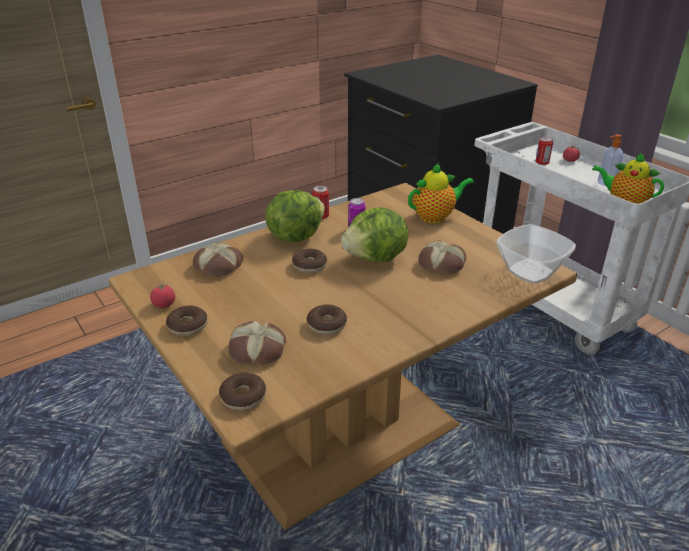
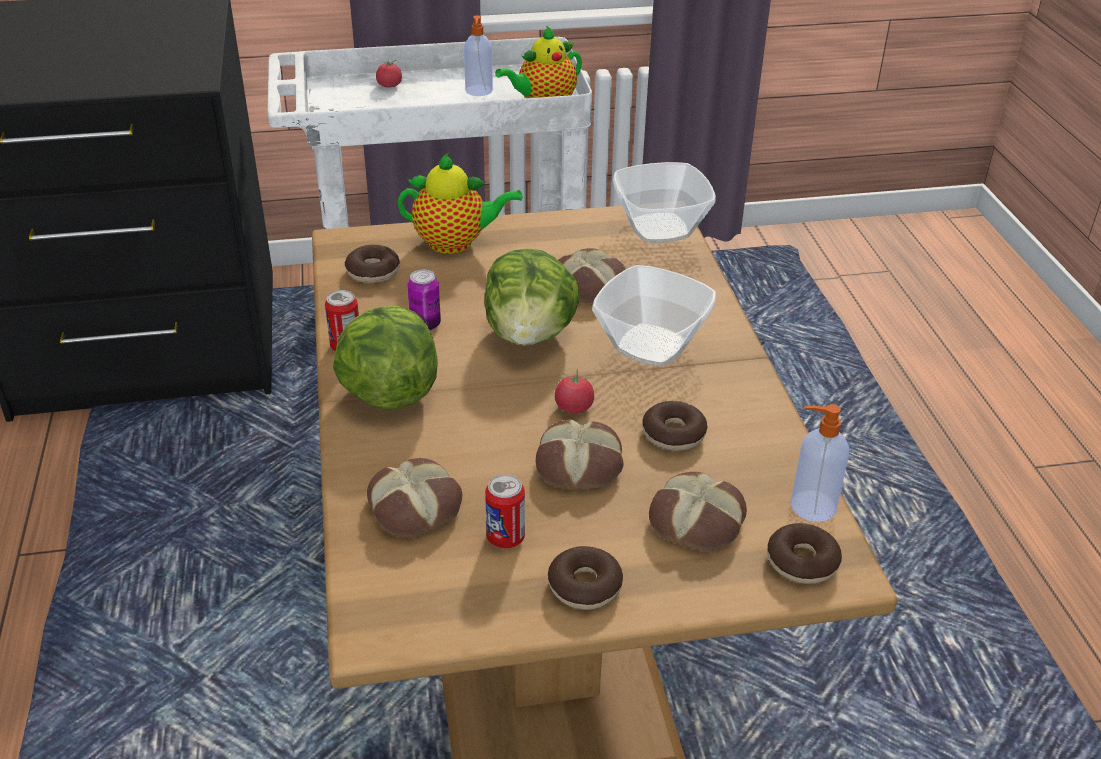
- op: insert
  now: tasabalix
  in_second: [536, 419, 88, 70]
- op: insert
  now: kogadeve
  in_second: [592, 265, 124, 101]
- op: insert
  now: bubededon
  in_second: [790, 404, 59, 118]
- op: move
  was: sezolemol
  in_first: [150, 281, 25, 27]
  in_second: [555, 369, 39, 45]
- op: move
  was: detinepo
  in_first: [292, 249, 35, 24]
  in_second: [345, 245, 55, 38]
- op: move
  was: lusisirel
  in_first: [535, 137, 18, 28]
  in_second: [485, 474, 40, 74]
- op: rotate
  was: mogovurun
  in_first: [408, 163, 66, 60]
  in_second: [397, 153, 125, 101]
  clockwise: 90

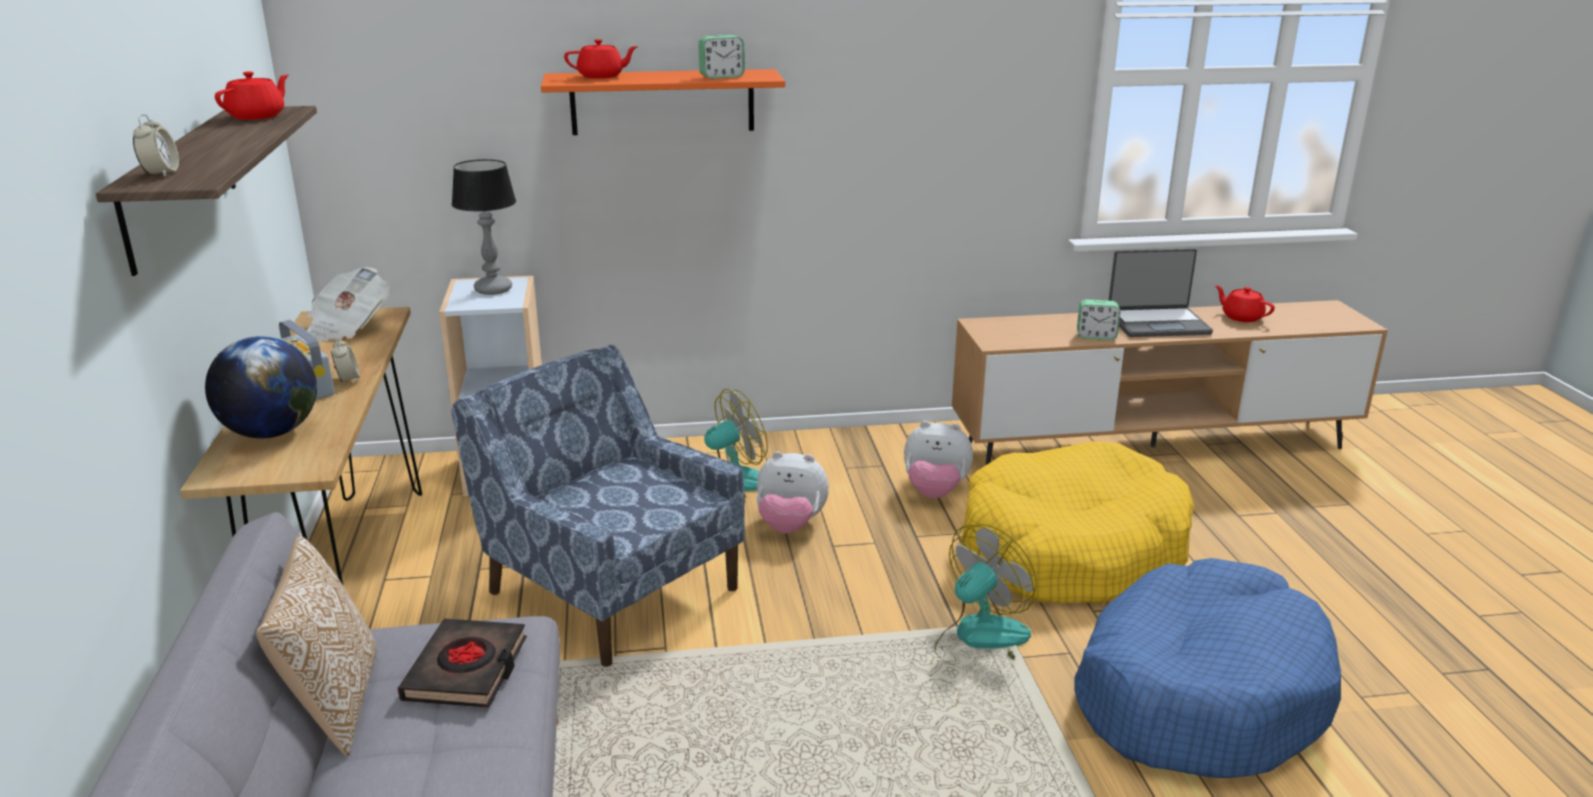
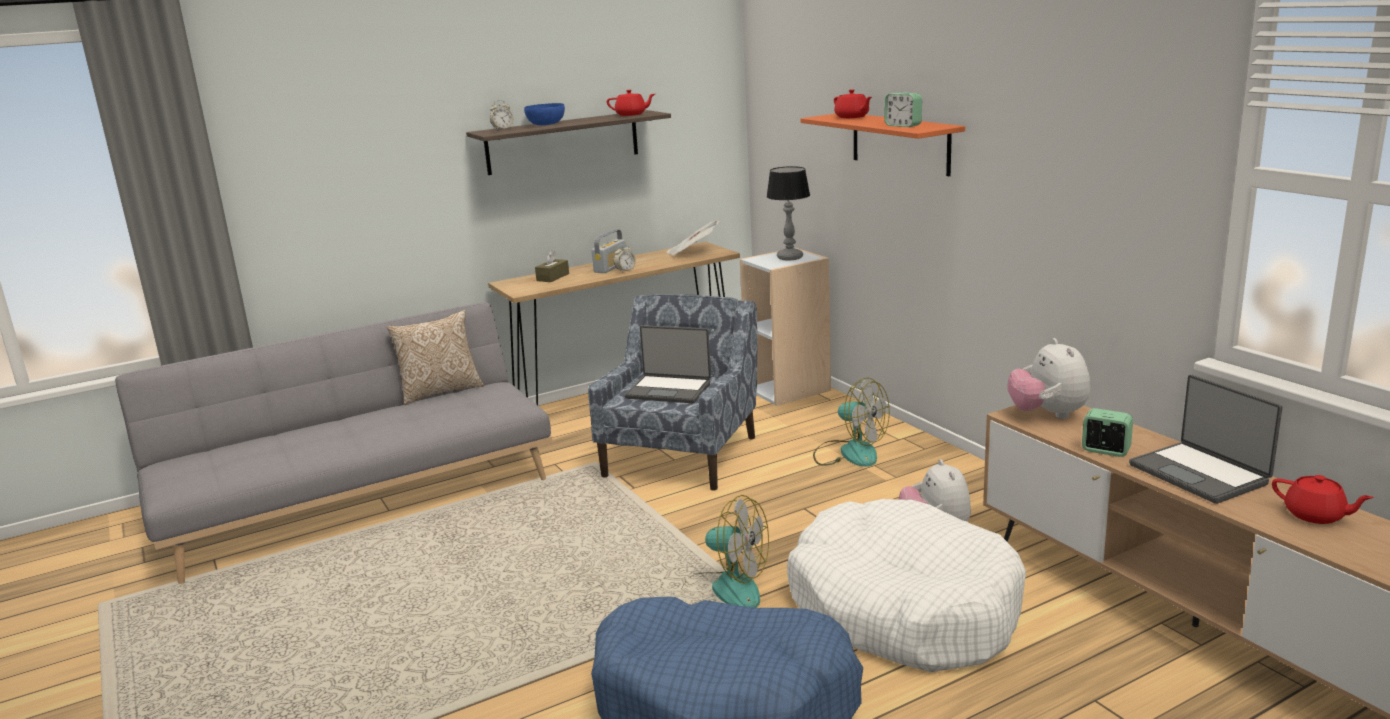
- op: delete
  was: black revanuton
  in_first: [398, 619, 129, 89]
- op: insert
  now: blue kogadeve
  in_second: [524, 103, 41, 22]
- op: insert
  now: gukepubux
  in_second: [625, 325, 86, 78]
- op: move
  was: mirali
  in_first: [757, 451, 72, 83]
  in_second: [1007, 338, 83, 81]
- op: replace
  was: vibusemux
  now: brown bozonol
  in_first: [205, 336, 112, 102]
  in_second: [535, 250, 34, 32]
- op: recolor
  was: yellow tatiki
  now: white tatiki
  in_first: [961, 441, 233, 163]
  in_second: [787, 499, 239, 173]
- op: rotate
  was: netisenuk
  in_first: [1077, 299, 43, 41]
  in_second: [1082, 408, 51, 49]
  clockwise: 135
- op: rotate
  was: red mogovurun
  in_first: [1215, 285, 60, 37]
  in_second: [1272, 475, 102, 49]
  clockwise: 105

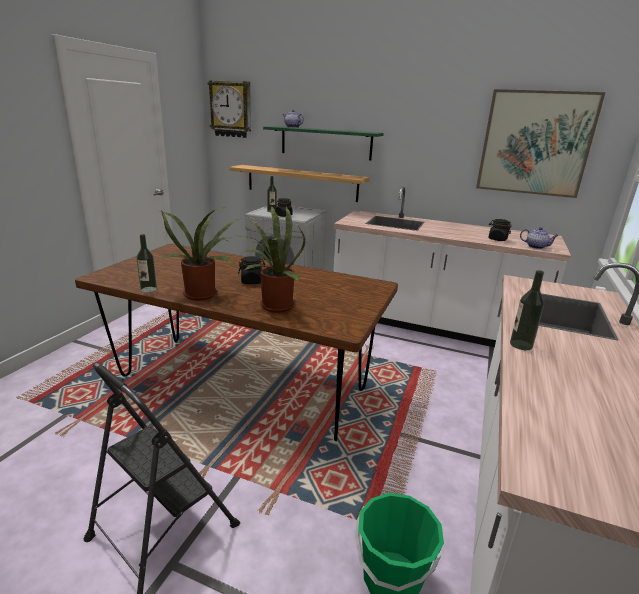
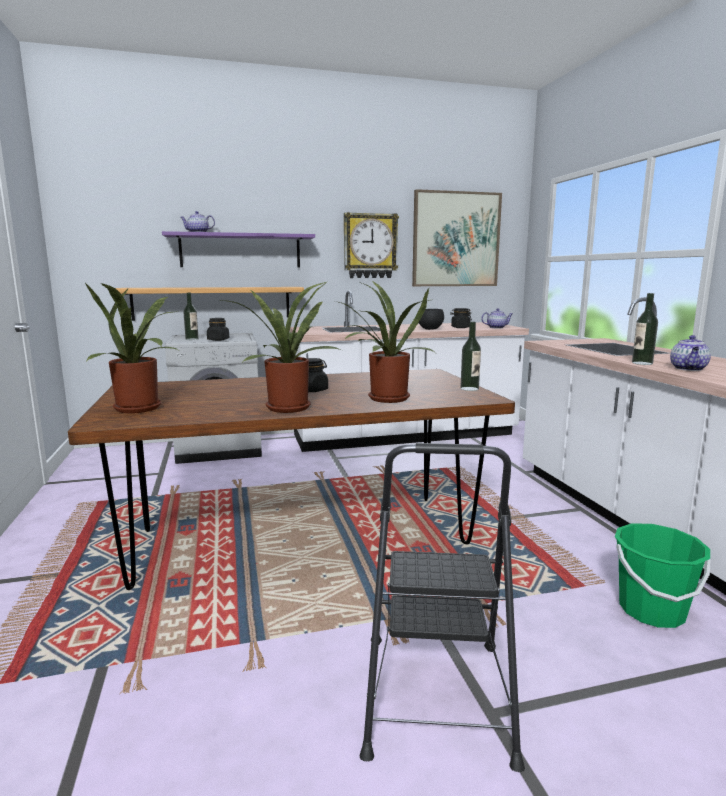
- op: insert
  now: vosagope
  in_second: [85, 283, 95, 130]
- op: insert
  now: black kogadeve
  in_second: [417, 309, 27, 21]
- op: insert
  now: mogovurun
  in_second: [670, 335, 41, 36]
- op: move
  was: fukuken
  in_first: [137, 234, 20, 59]
  in_second: [460, 322, 21, 69]
- op: move
  was: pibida
  in_first: [208, 80, 43, 58]
  in_second: [344, 212, 55, 66]
- op: recolor
  was: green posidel
  now: purple posidel
  in_first: [263, 126, 121, 35]
  in_second: [162, 231, 153, 37]

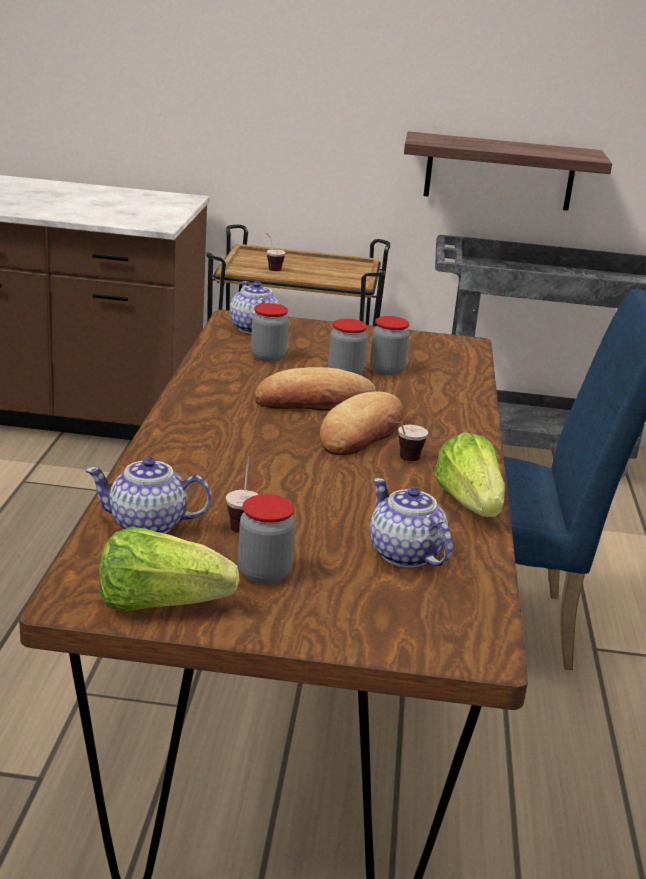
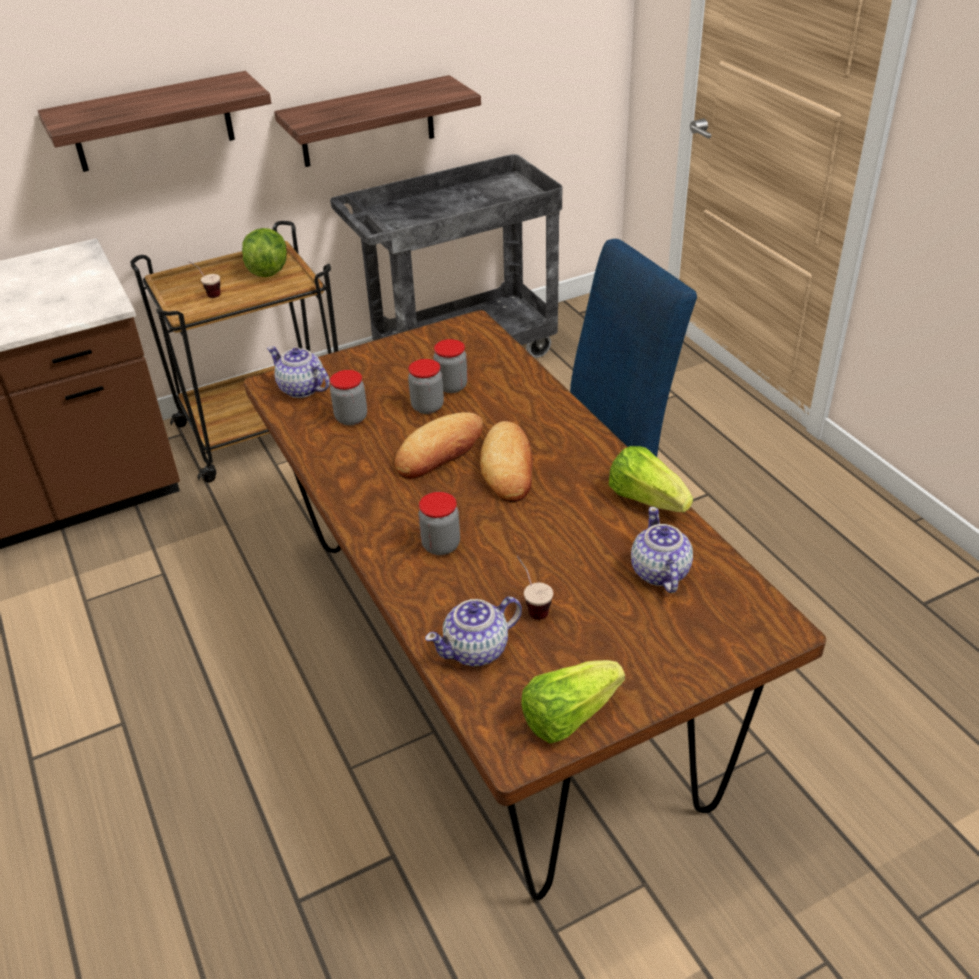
- op: delete
  was: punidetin
  in_first: [389, 422, 39, 39]
- op: insert
  now: posidel
  in_second: [38, 71, 233, 101]
- op: insert
  now: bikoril
  in_second: [242, 228, 45, 49]
- op: move
  was: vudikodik
  in_first: [238, 494, 57, 90]
  in_second: [419, 492, 41, 63]
- op: rotate
  was: mogovurun
  in_first: [370, 478, 83, 90]
  in_second: [631, 507, 62, 86]
  clockwise: 60

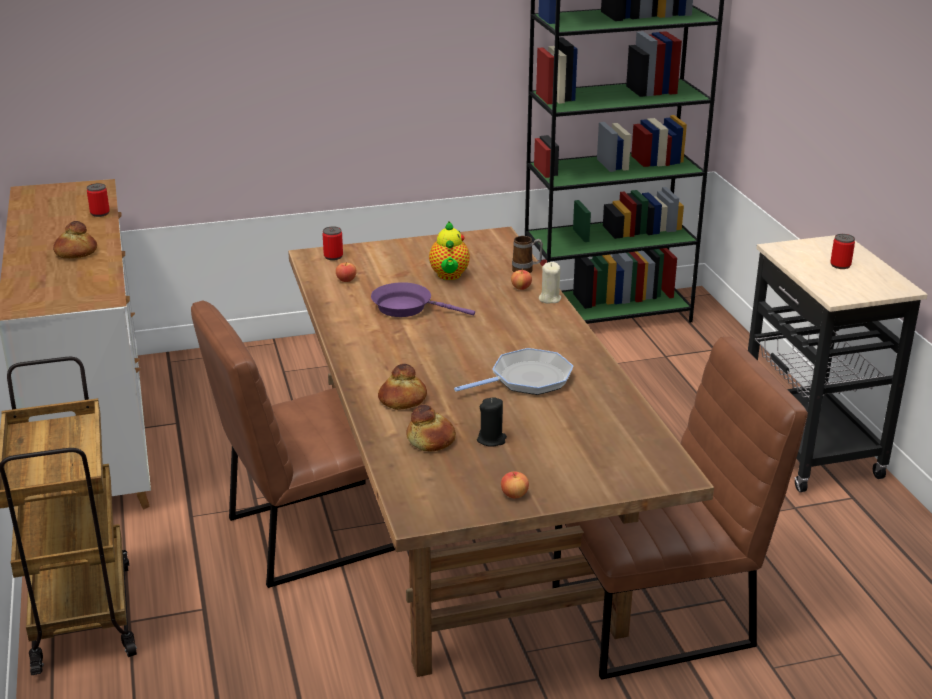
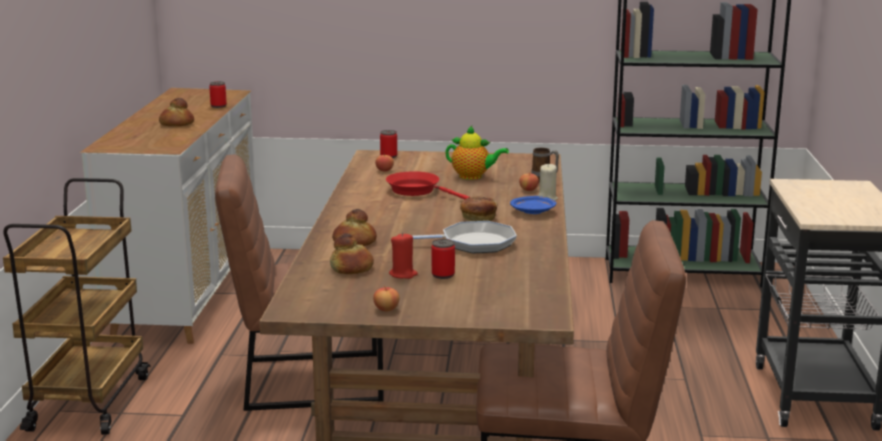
- op: insert
  now: tasabalix
  in_second: [460, 196, 38, 26]
- op: insert
  now: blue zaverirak
  in_second: [510, 196, 46, 18]
- op: move
  was: lusisirel
  in_first: [830, 234, 25, 35]
  in_second: [432, 239, 23, 40]
- op: recolor
  was: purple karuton
  now: red karuton
  in_first: [371, 282, 104, 35]
  in_second: [386, 172, 84, 28]
- op: recolor
  was: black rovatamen
  now: red rovatamen
  in_first: [477, 397, 30, 50]
  in_second: [389, 233, 29, 46]
- op: rotate
  was: mogovurun
  in_first: [429, 222, 41, 58]
  in_second: [445, 126, 64, 54]
  clockwise: -90

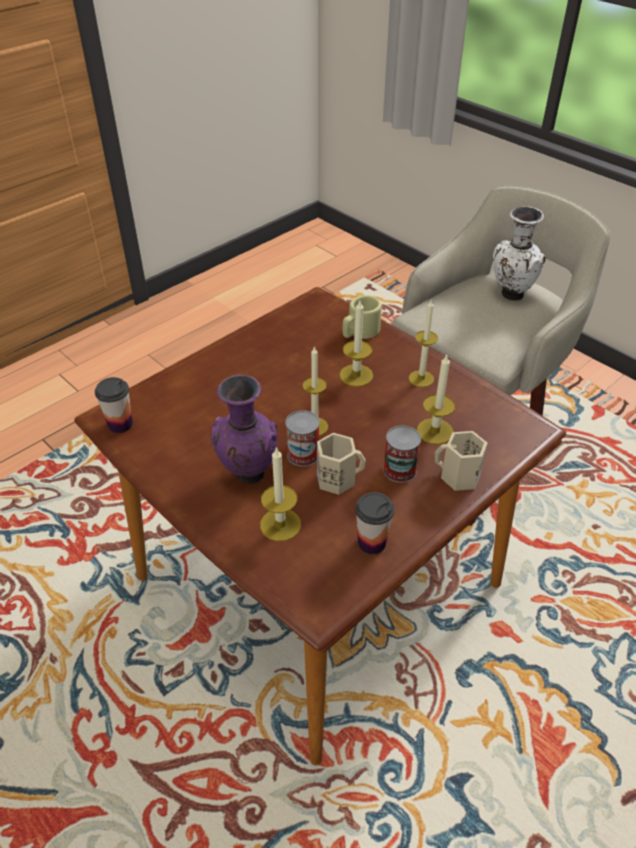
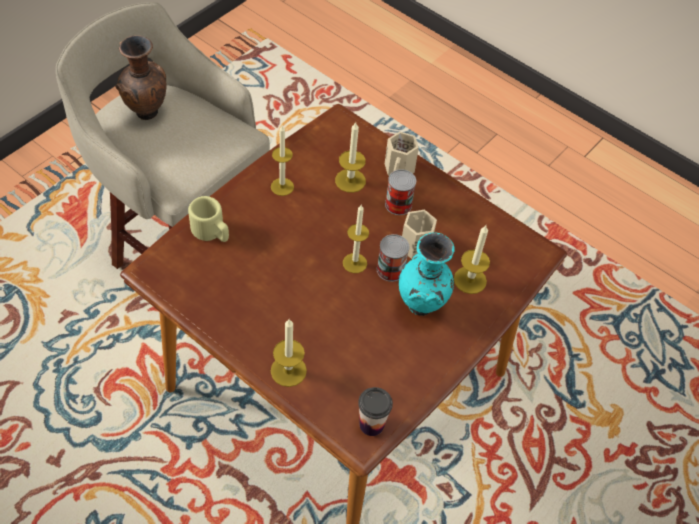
- op: delete
  was: punidetin
  in_first: [355, 492, 39, 62]
- op: move
  was: rovatamen
  in_first: [339, 301, 34, 86]
  in_second: [271, 319, 36, 68]
- op: recolor
  was: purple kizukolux
  now: turquoise kizukolux
  in_first: [211, 375, 67, 109]
  in_second: [399, 233, 56, 83]
- op: recolor
  was: white kizukolux
  now: brown kizukolux
  in_first: [493, 206, 52, 94]
  in_second: [115, 35, 51, 85]

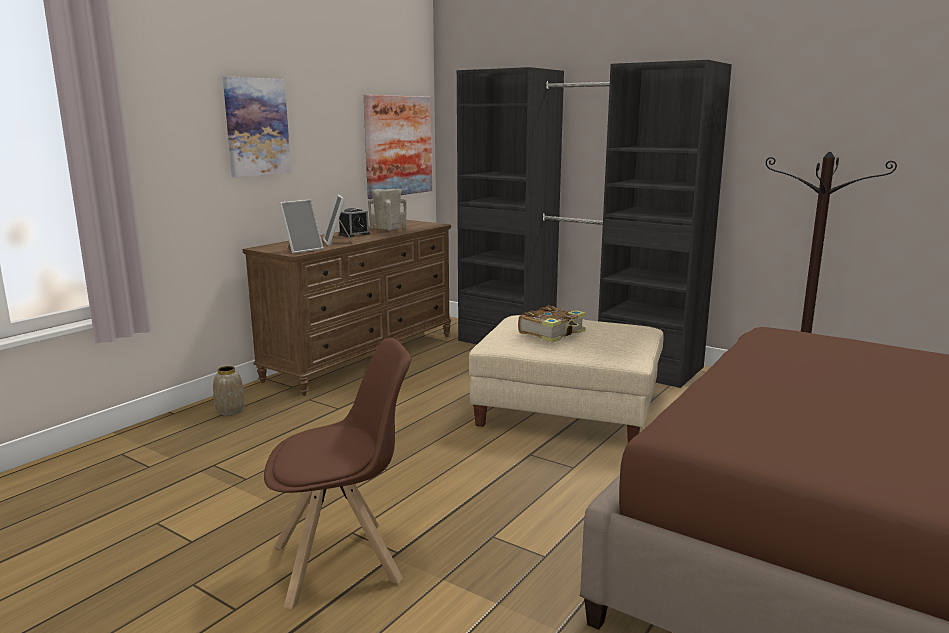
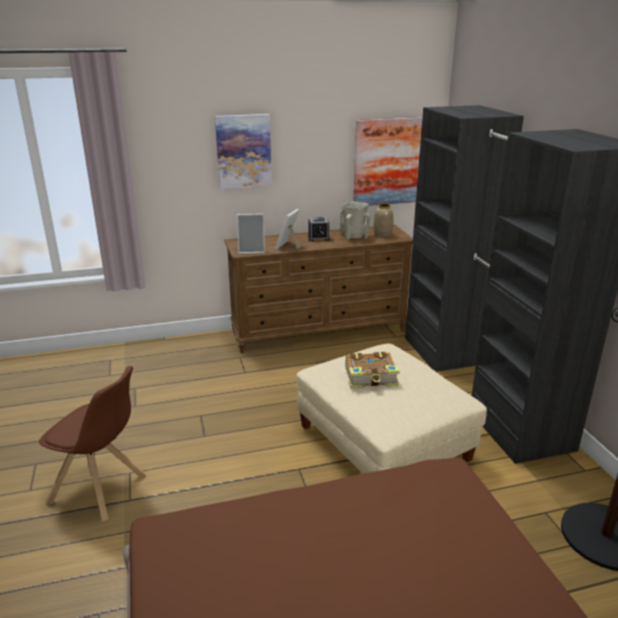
- op: move
  was: kizukolux
  in_first: [213, 366, 32, 50]
  in_second: [373, 204, 20, 33]

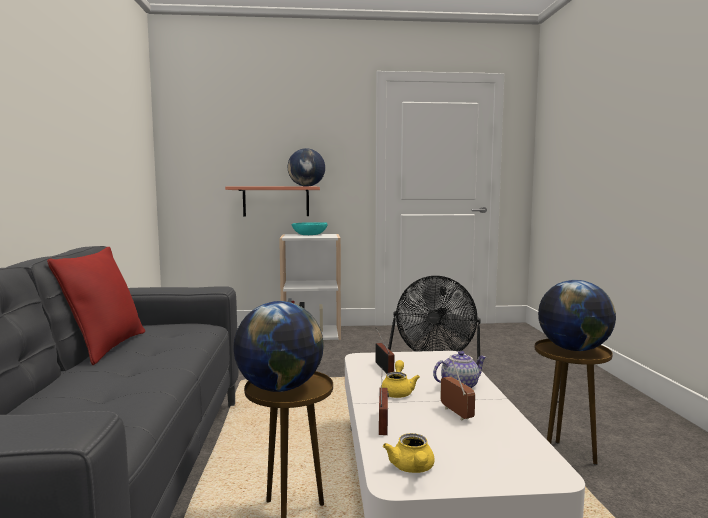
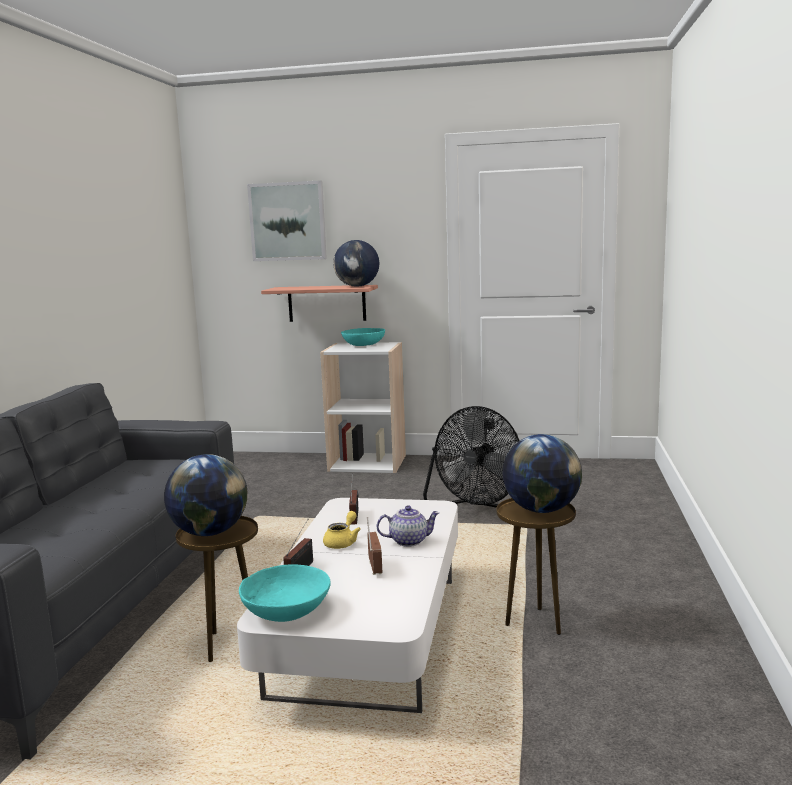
- op: delete
  was: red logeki
  in_first: [47, 247, 98, 118]
- op: insert
  now: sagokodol
  in_second: [247, 180, 80, 81]
- op: replace
  was: yellow mogovurun
  now: turquoise kogadeve
  in_first: [383, 433, 52, 40]
  in_second: [239, 564, 92, 58]

